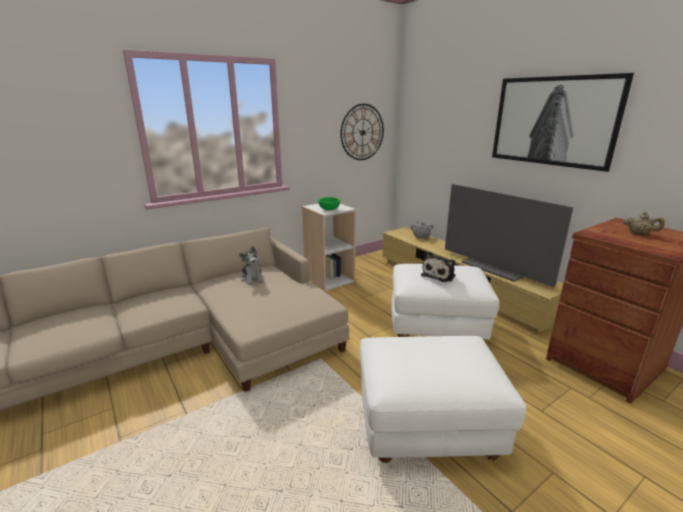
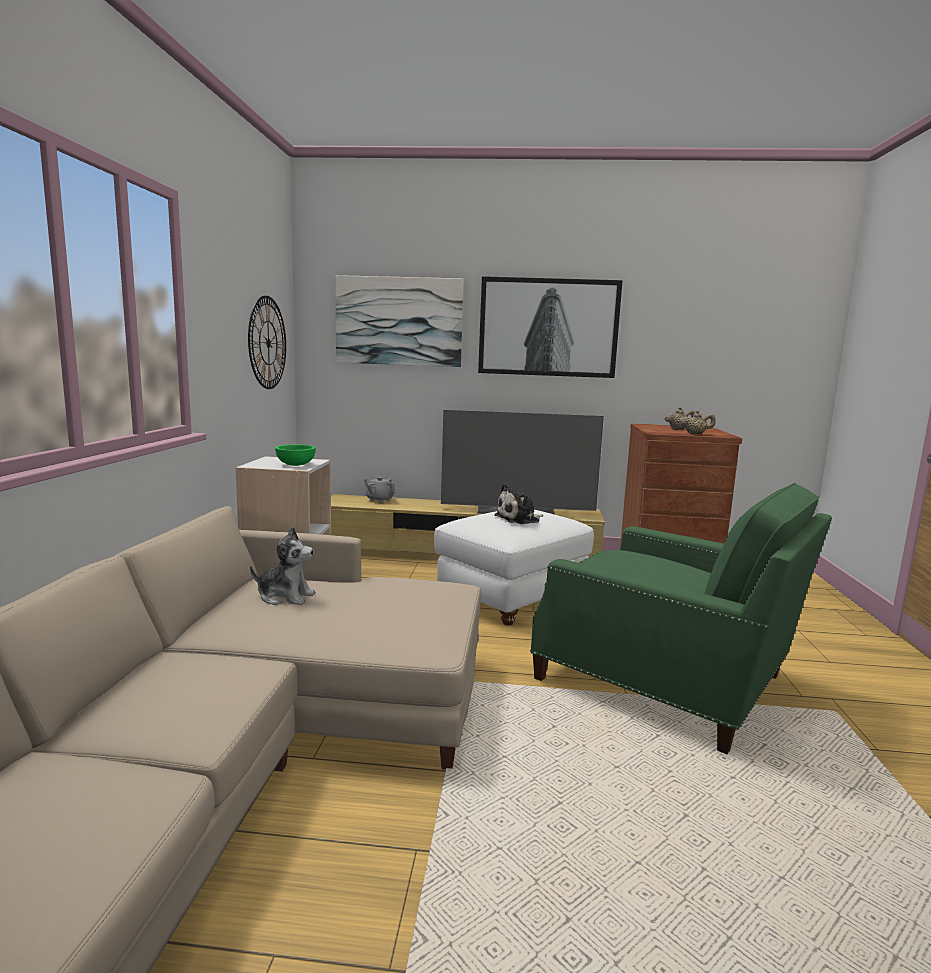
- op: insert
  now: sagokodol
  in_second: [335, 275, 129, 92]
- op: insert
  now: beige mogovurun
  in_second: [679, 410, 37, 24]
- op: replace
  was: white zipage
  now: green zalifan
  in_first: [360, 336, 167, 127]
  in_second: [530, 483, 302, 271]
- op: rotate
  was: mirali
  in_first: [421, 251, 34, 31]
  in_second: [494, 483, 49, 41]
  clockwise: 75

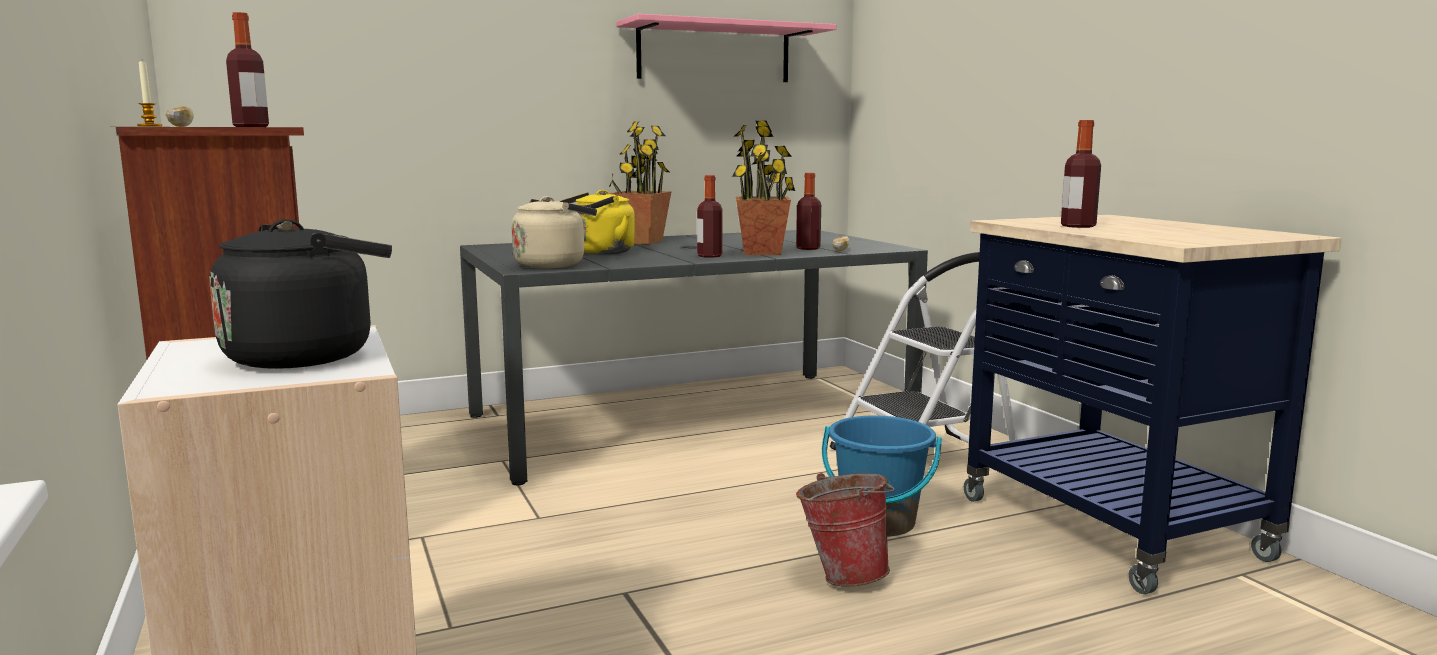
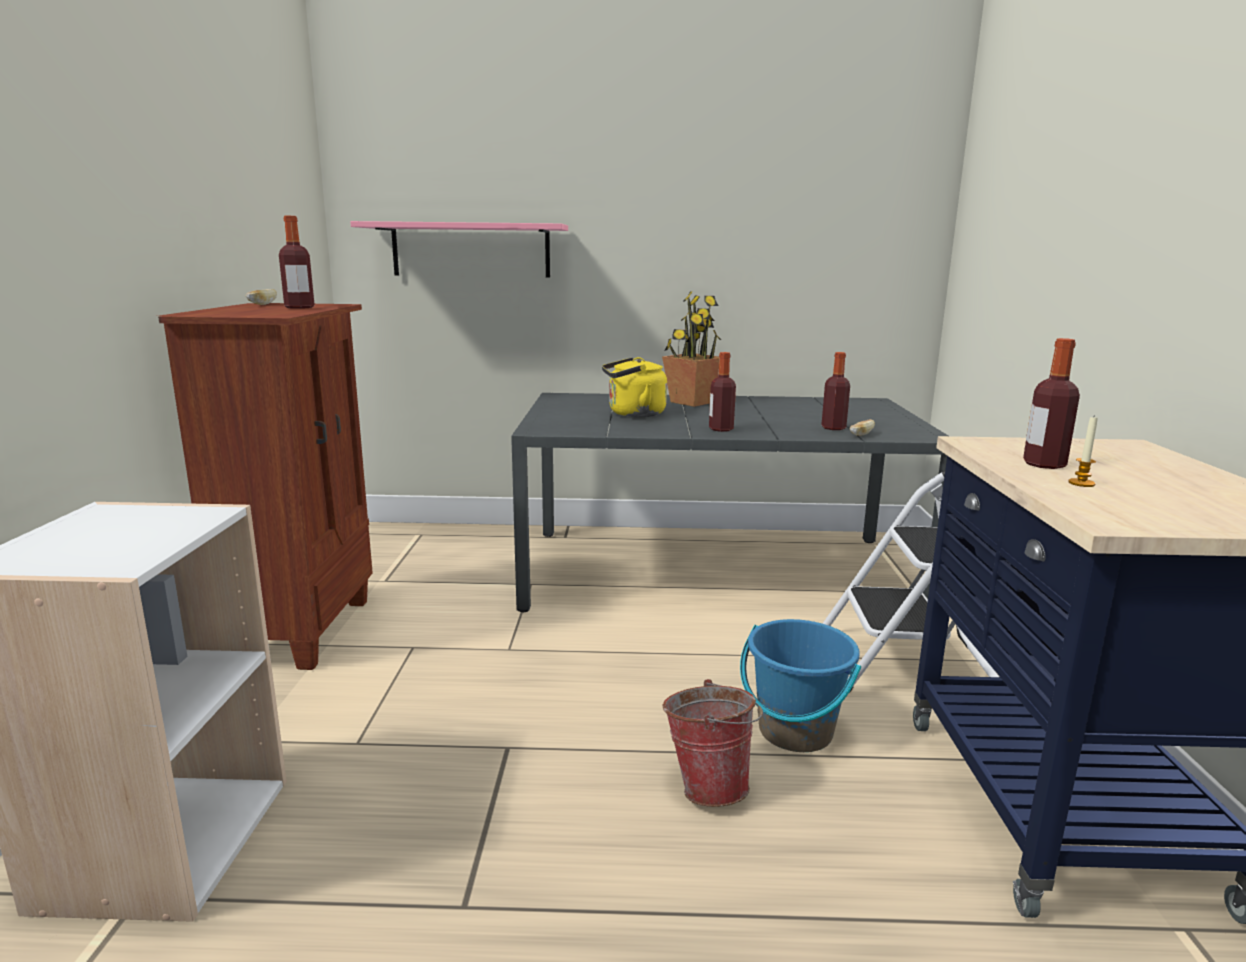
- op: delete
  was: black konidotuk
  in_first: [210, 219, 182, 150]
- op: delete
  was: beige konidotuk
  in_first: [512, 196, 85, 72]
- op: delete
  was: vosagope
  in_first: [732, 120, 63, 135]
- op: move
  was: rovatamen
  in_first: [137, 61, 25, 65]
  in_second: [1068, 417, 30, 70]
- op: move
  was: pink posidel
  in_first: [616, 14, 220, 68]
  in_second: [350, 221, 218, 57]

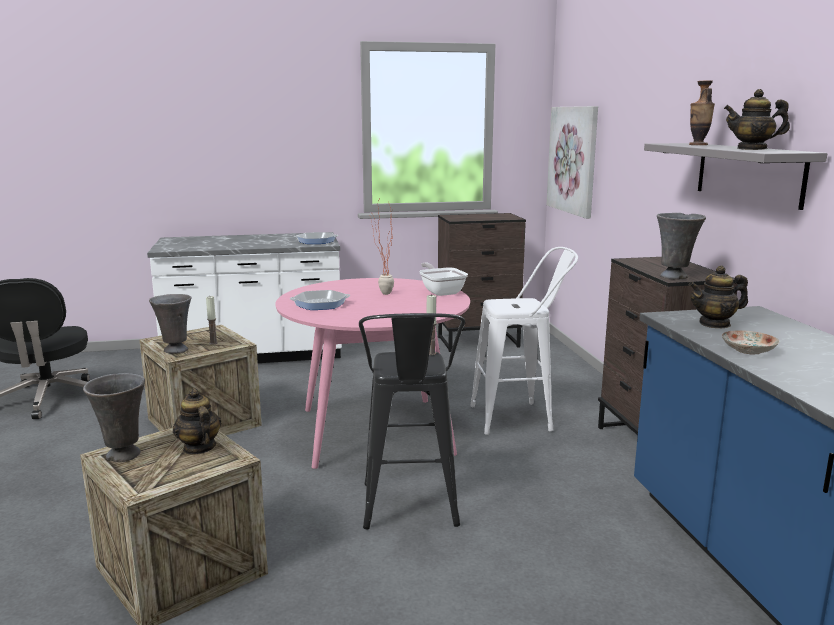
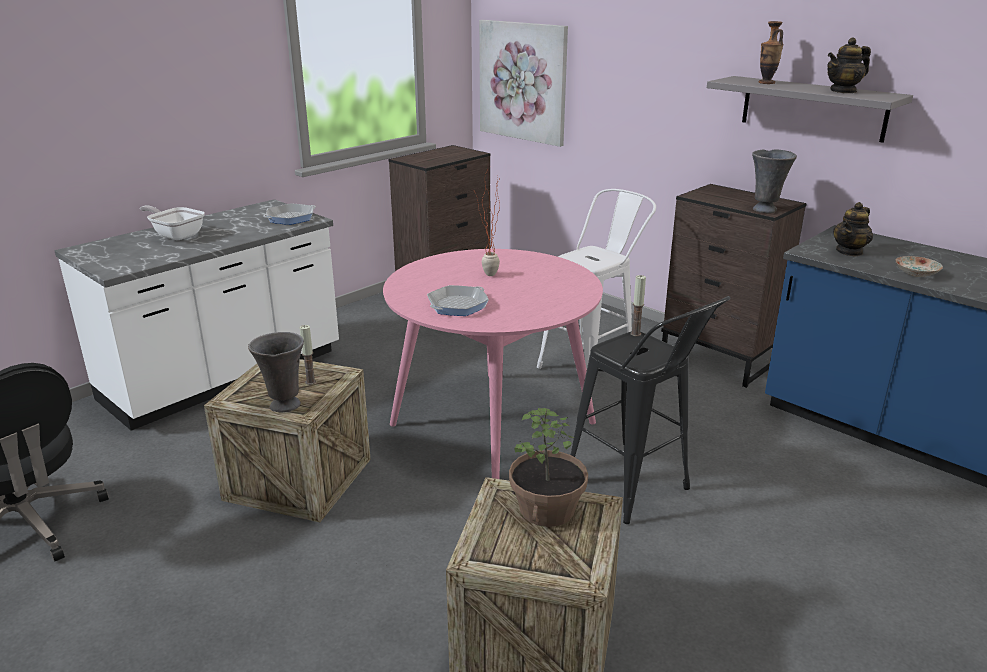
- op: delete
  was: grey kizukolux
  in_first: [83, 373, 62, 89]
- op: move
  was: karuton
  in_first: [419, 262, 49, 34]
  in_second: [140, 205, 65, 35]
- op: replace
  was: mogovurun
  now: vosagope
  in_first: [173, 388, 48, 67]
  in_second: [509, 408, 79, 119]

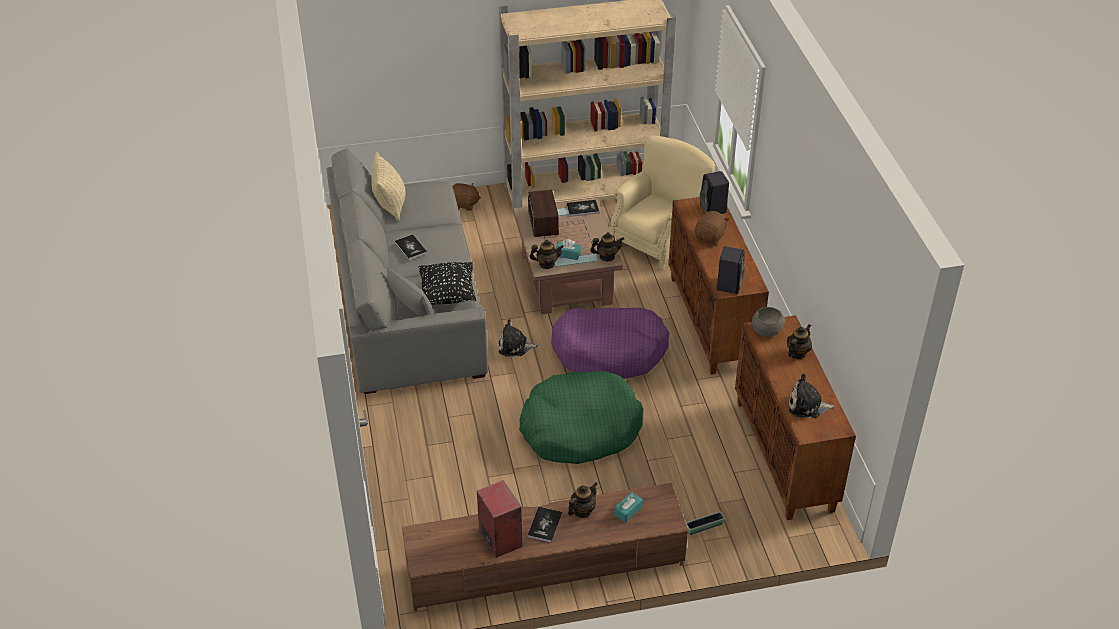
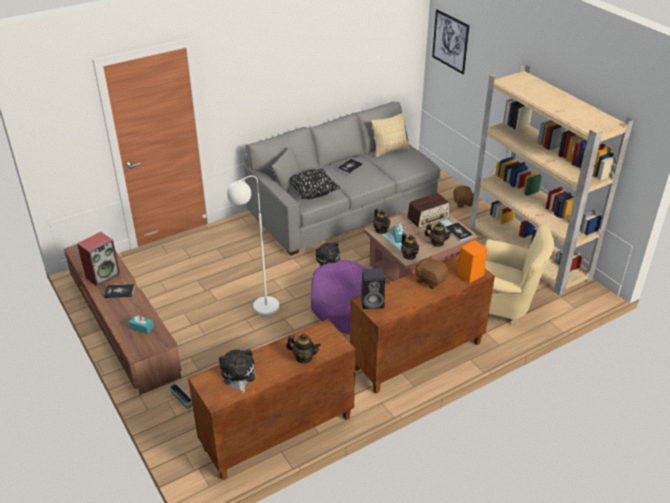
- op: delete
  was: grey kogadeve
  in_first: [752, 307, 33, 30]
- op: insert
  now: sagokodol
  in_second: [432, 9, 38, 66]
- op: move
  was: mogovurun
  in_first: [568, 482, 30, 36]
  in_second: [424, 222, 28, 25]
- op: replace
  was: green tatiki
  now: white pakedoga
  in_first: [519, 371, 124, 93]
  in_second: [227, 175, 52, 141]
- op: recolor
  was: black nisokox
  now: orange nisokox
  in_first: [700, 171, 29, 43]
  in_second: [457, 240, 30, 43]
- op: rotate
  was: brown mirali
  in_first: [695, 210, 35, 35]
  in_second: [415, 256, 33, 33]
  clockwise: -150

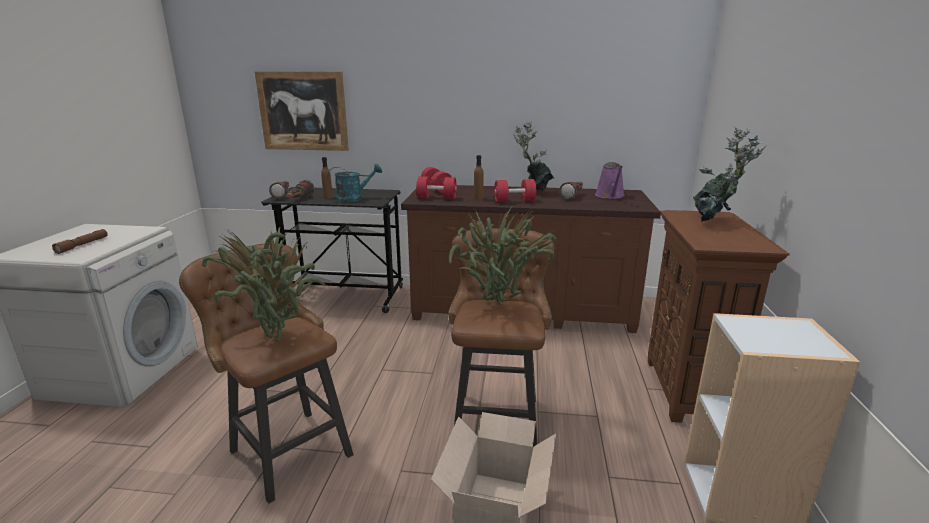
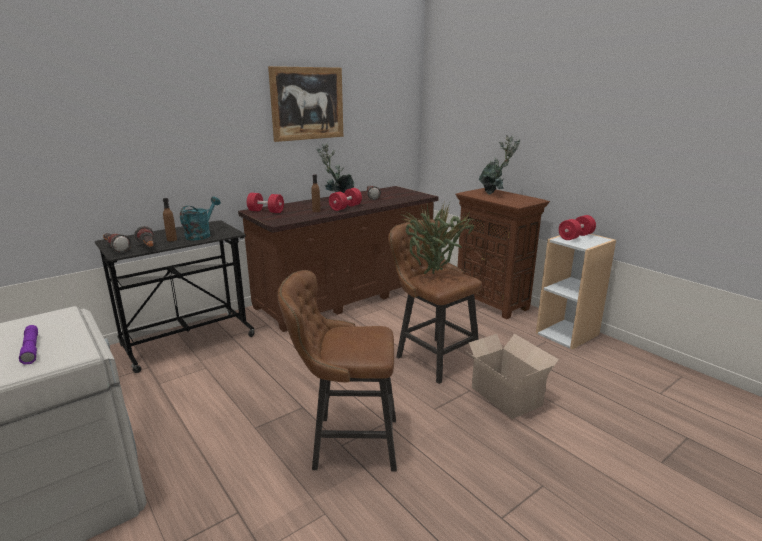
- op: delete
  was: vosagope
  in_first: [202, 227, 123, 115]
- op: delete
  was: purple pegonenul
  in_first: [595, 162, 29, 37]
- op: move
  was: sagokodol
  in_first: [254, 71, 95, 80]
  in_second: [268, 66, 75, 76]
- op: move
  was: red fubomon
  in_first: [416, 176, 41, 23]
  in_second: [558, 215, 38, 25]
- op: recolor
  was: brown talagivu
  now: purple talagivu
  in_first: [52, 229, 56, 25]
  in_second: [19, 325, 19, 40]

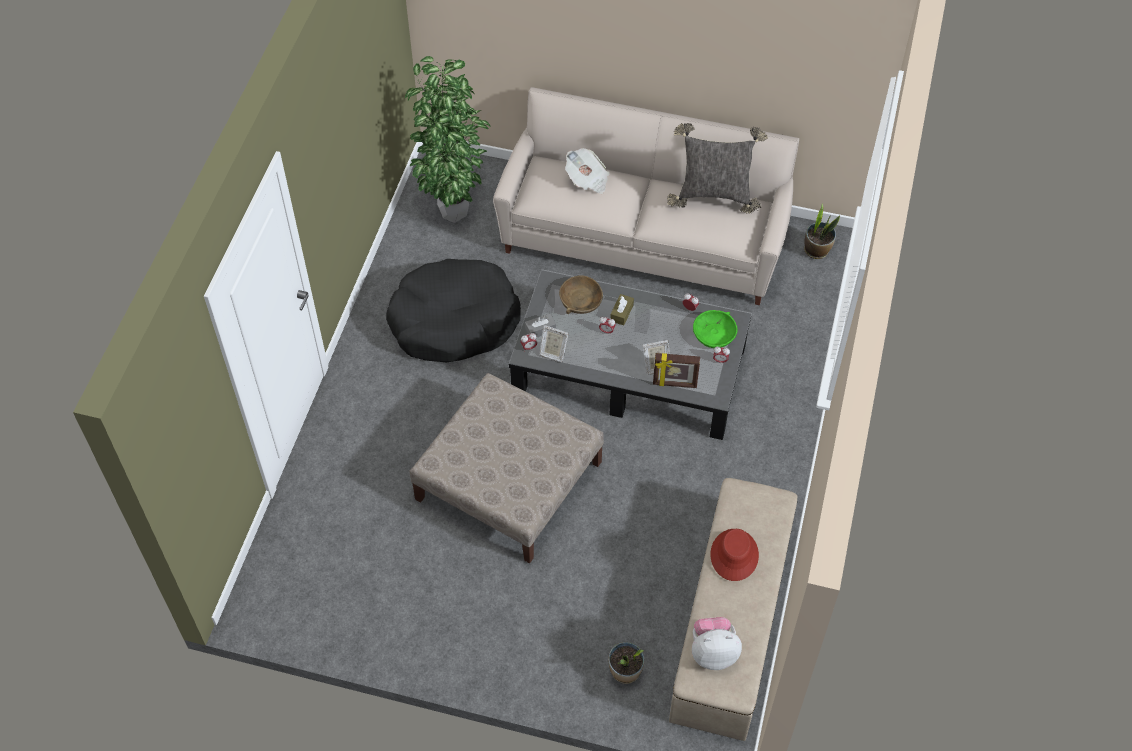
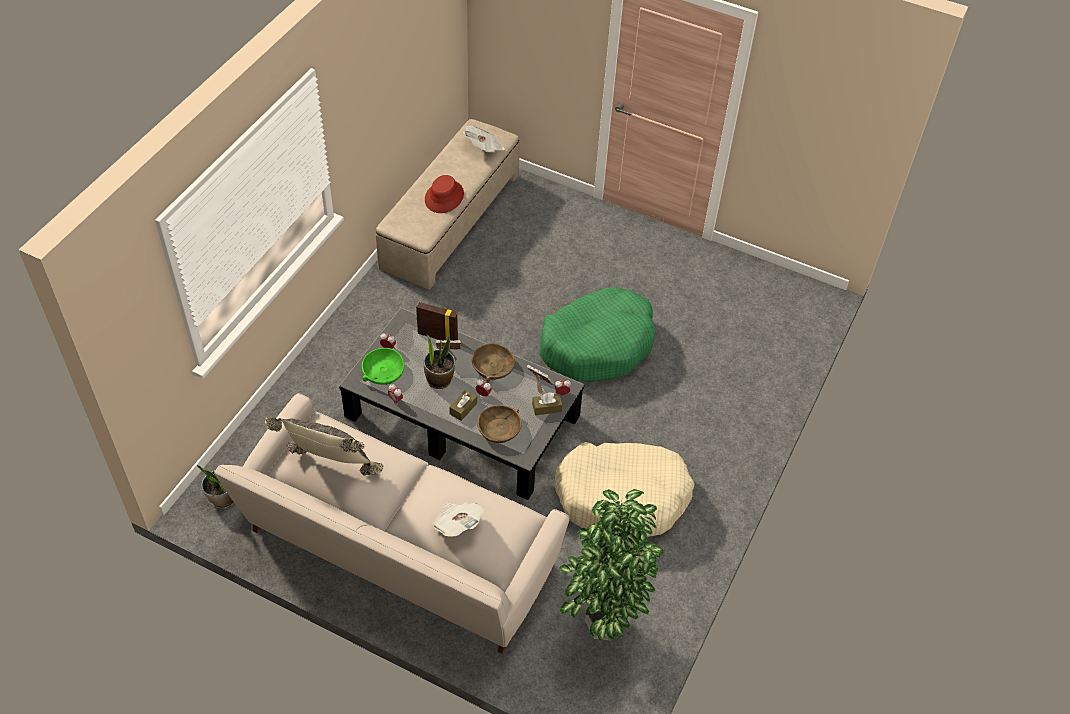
- op: insert
  now: brown kogadeve
  in_second: [472, 343, 43, 40]
- op: move
  was: vosagope
  in_first: [608, 642, 36, 42]
  in_second: [424, 335, 31, 54]
- op: replace
  was: beige zipage
  now: green tatiki
  in_first: [409, 373, 195, 190]
  in_second: [539, 287, 116, 95]
- op: replace
  was: mirali
  now: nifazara
  in_first: [692, 617, 50, 53]
  in_second: [463, 125, 42, 28]
- op: recolor
  was: black tatiki
  now: beige tatiki
  in_first: [386, 259, 135, 103]
  in_second: [554, 442, 140, 95]
- op: recolor
  was: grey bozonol
  now: brown bozonol
  in_first: [525, 313, 31, 25]
  in_second: [532, 392, 30, 24]

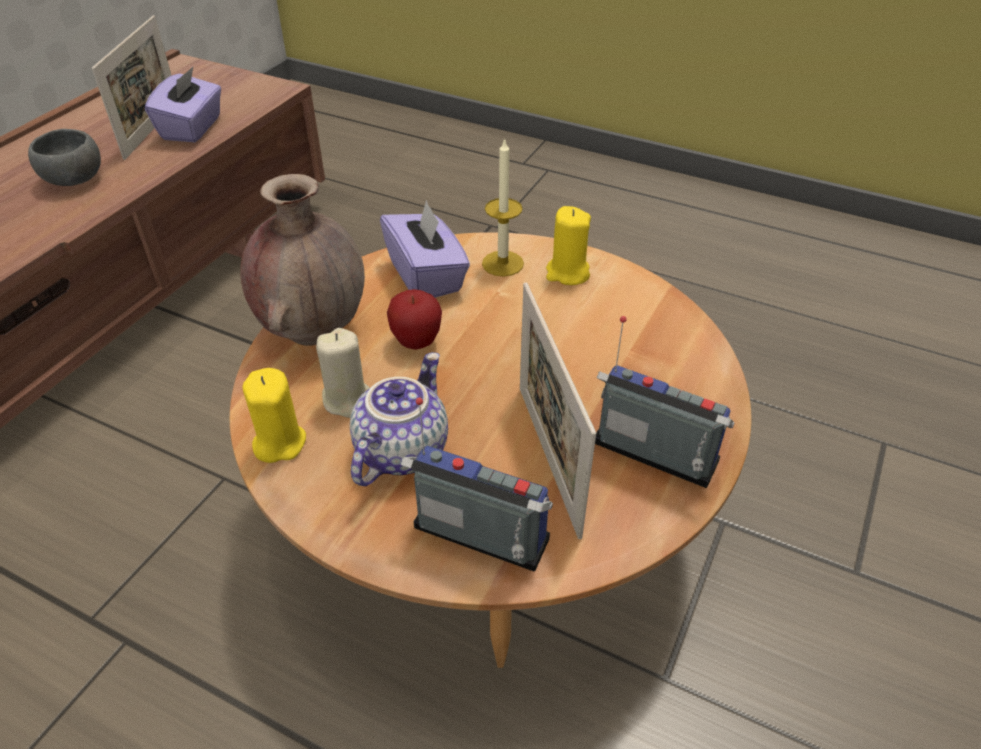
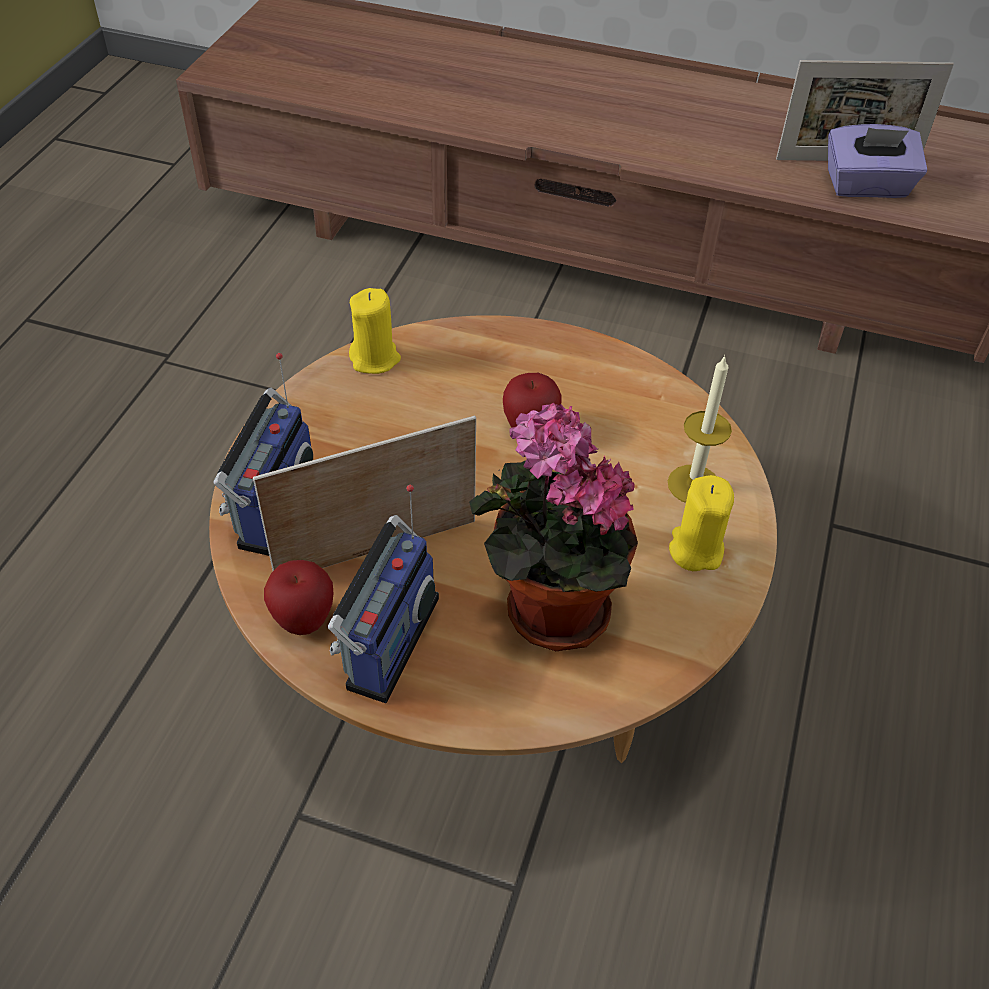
- op: delete
  was: grey kogadeve
  in_first: [28, 129, 73, 57]
- op: delete
  was: brown kizukolux
  in_first: [240, 174, 125, 172]
- op: delete
  was: beige rovatamen
  in_first: [316, 328, 54, 90]
- op: delete
  was: mogovurun
  in_first: [350, 352, 98, 134]
- op: delete
  was: purple bozonol
  in_first: [380, 200, 90, 98]
- op: insert
  now: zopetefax
  in_second: [264, 560, 70, 75]
- op: insert
  now: vosagope
  in_second: [469, 403, 169, 248]

